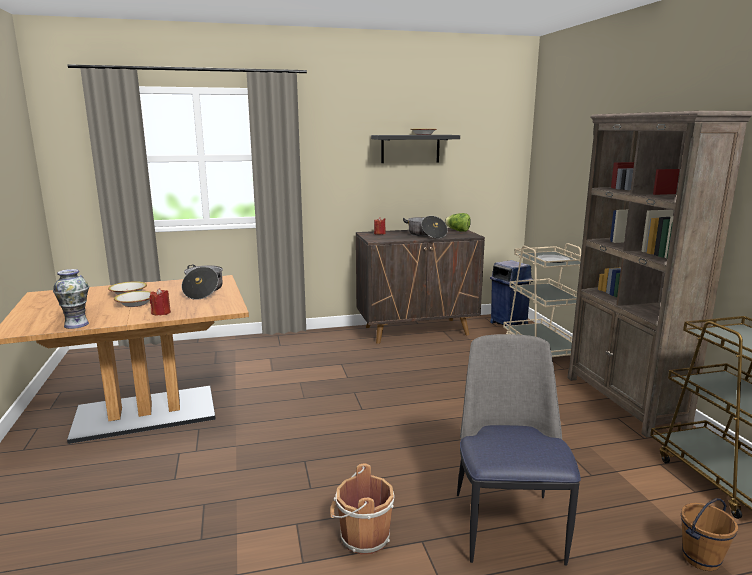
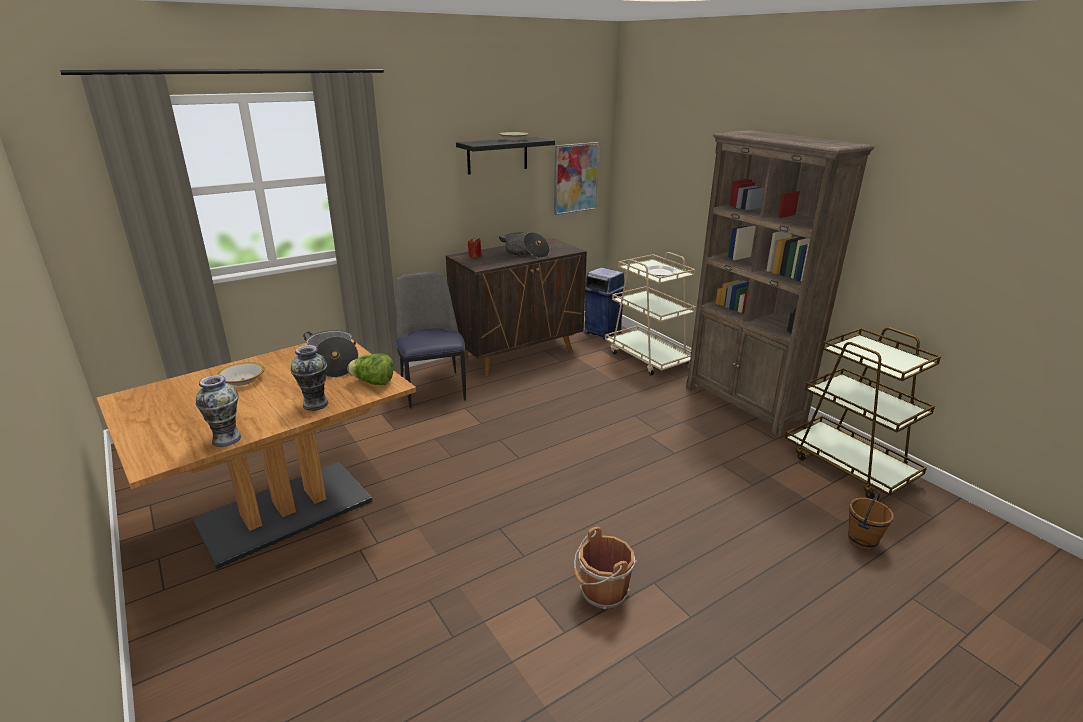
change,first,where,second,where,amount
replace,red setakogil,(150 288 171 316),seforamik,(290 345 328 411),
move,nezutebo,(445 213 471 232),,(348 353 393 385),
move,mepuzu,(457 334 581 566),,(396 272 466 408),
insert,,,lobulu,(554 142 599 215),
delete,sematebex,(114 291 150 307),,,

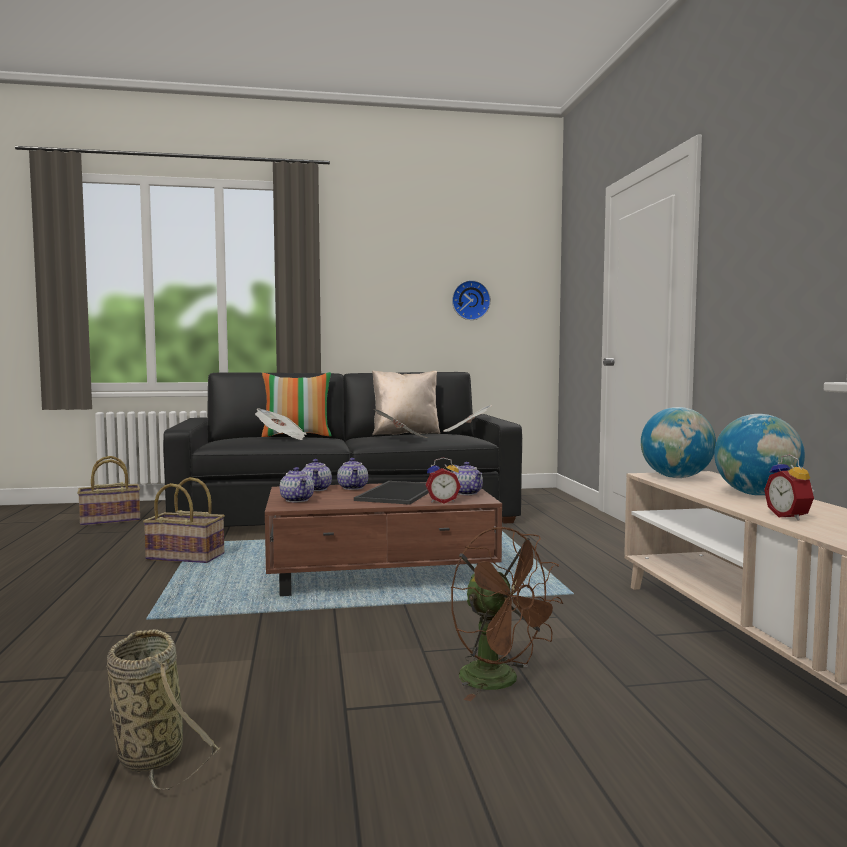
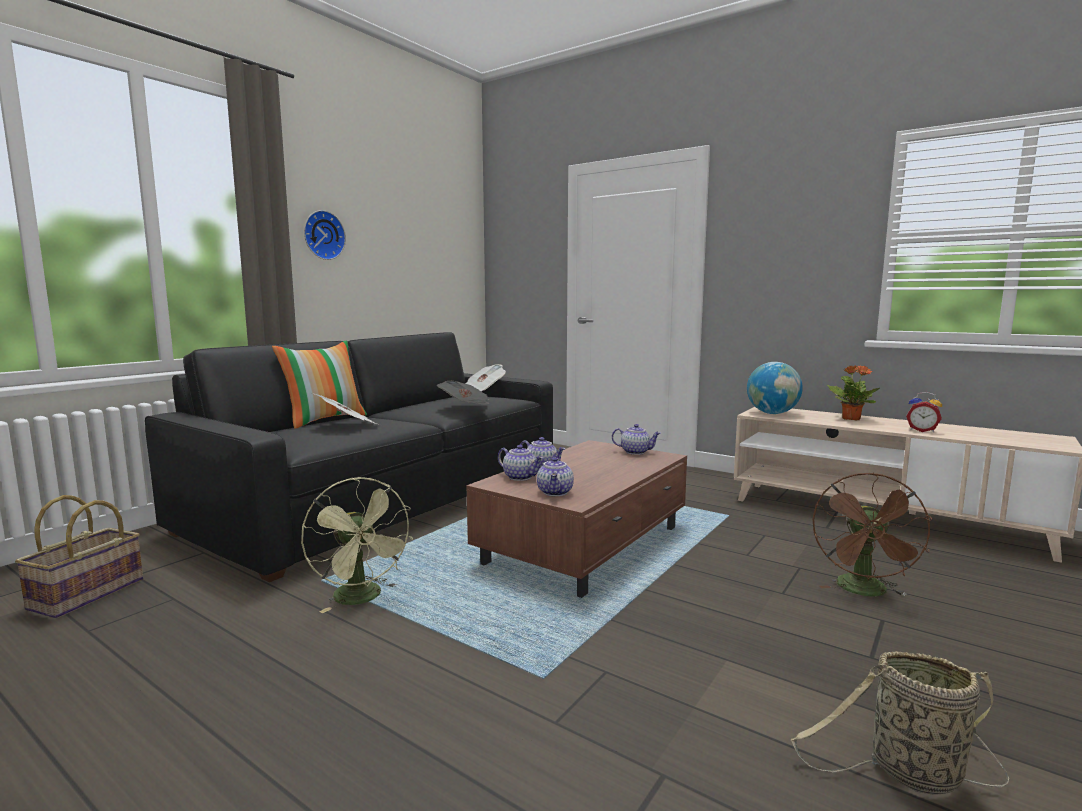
change,first,where,second,where,amount
replace,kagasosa,(143 477 225 563),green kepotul,(301 477 413 613),
move,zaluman,(452 280 491 320),,(304 210 346 260),
rotate,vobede,(280 467 314 502),,(537 457 574 496),75 degrees clockwise
rotate,brown kepotul,(451 527 563 701),,(813 473 932 596),105 degrees clockwise
replace,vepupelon,(714 414 805 496),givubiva,(827 365 880 420),
delete,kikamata,(354 481 429 505),,,
delete,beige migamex,(372 370 440 435),,,
delete,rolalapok,(426 458 461 504),,,

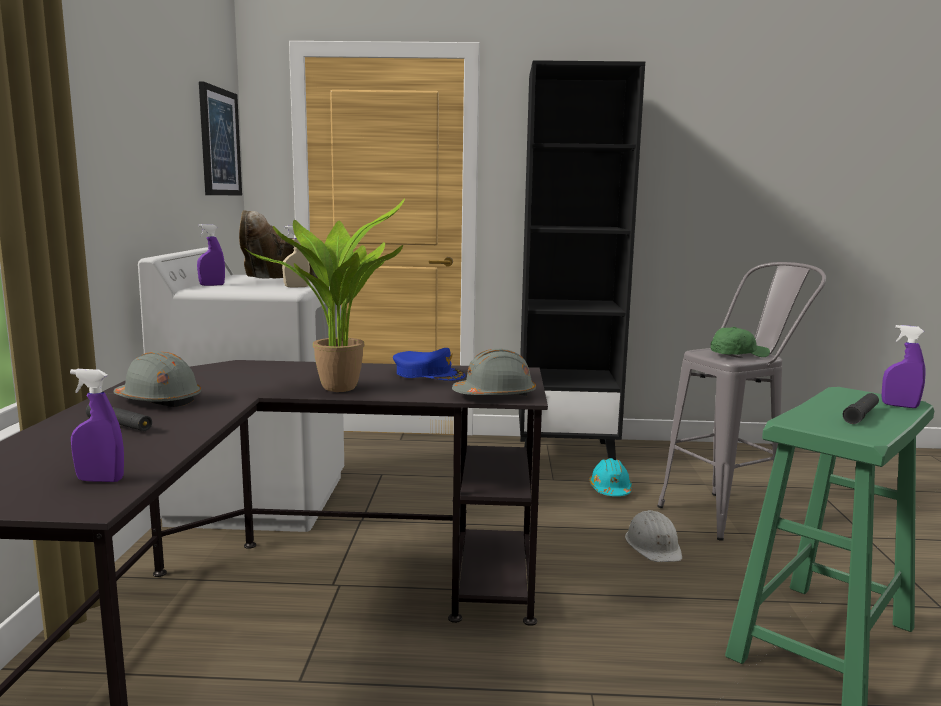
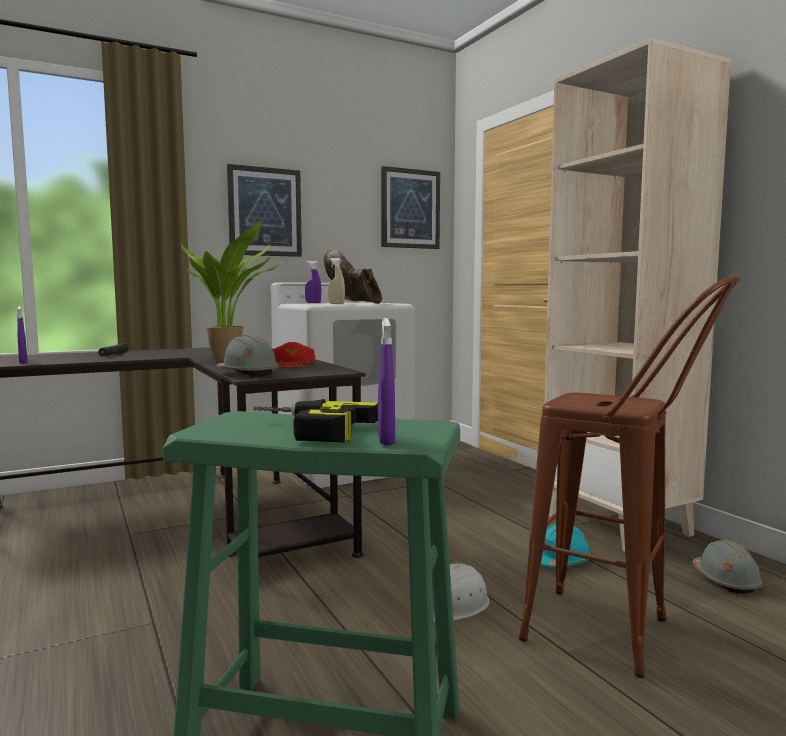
change,first,where,second,where,amount
insert,,,lobulu,(227 164 302 257),
replace,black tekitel,(843 393 879 424),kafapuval,(253 399 378 443),
recolor,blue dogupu,(393 348 465 381),red dogupu,(272 342 315 368),
recolor,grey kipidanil,(657 262 826 541),brown kipidanil,(519 274 741 678),
recolor,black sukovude,(519 60 645 460),beige sukovude,(545 37 731 552),
move,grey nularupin,(114 351 201 407),,(692 540 763 594),
delete,green dogupu,(711 327 770 357),,,

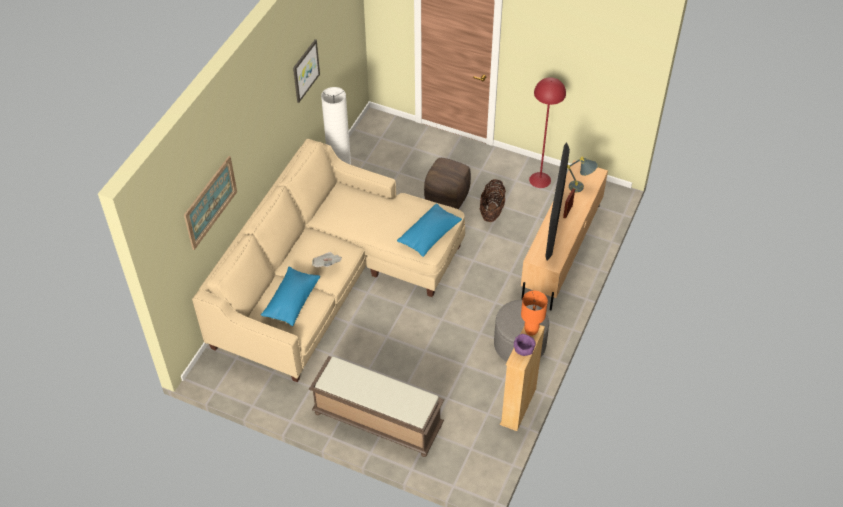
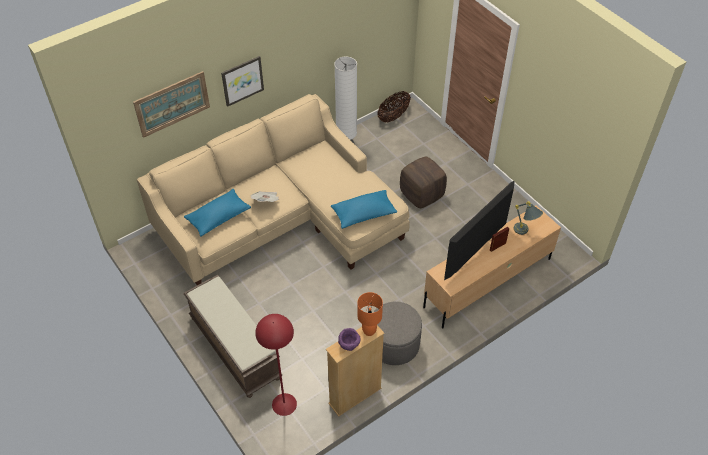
change,first,where,second,where,amount
move,lobulu,(293 39 320 103),,(221 56 264 107),
move,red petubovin,(529 77 566 188),,(255 314 297 416),
move,kagasosa,(479 179 506 222),,(377 91 411 122),

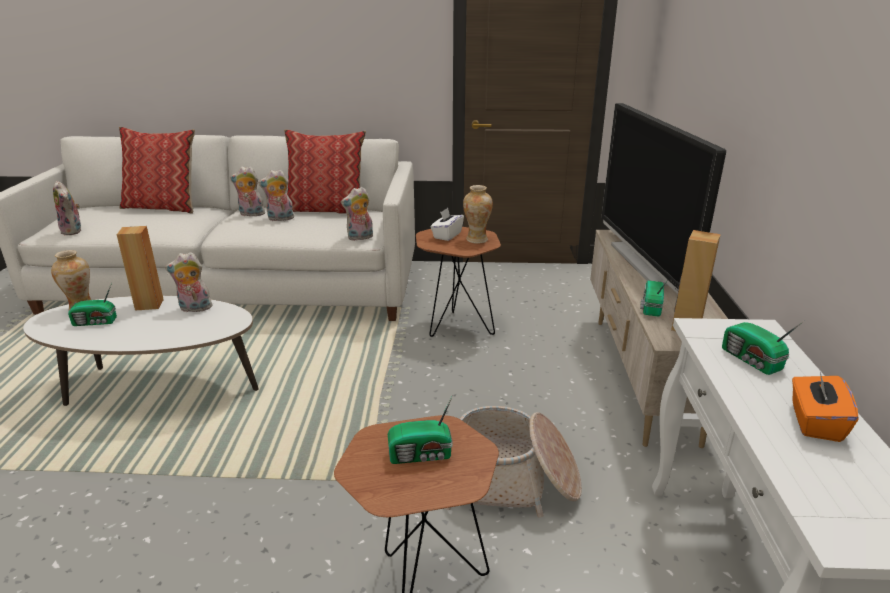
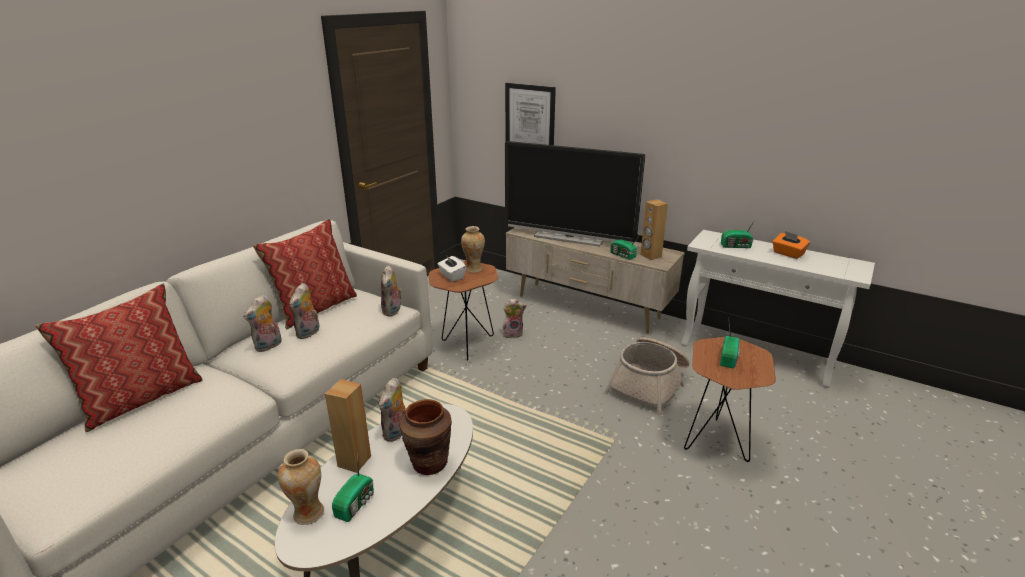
change,first,where,second,where,amount
insert,,,brown seforamik,(400 399 452 475),
move,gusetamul,(53 181 81 235),,(502 298 527 338),
insert,,,lobulu,(505 83 556 145),

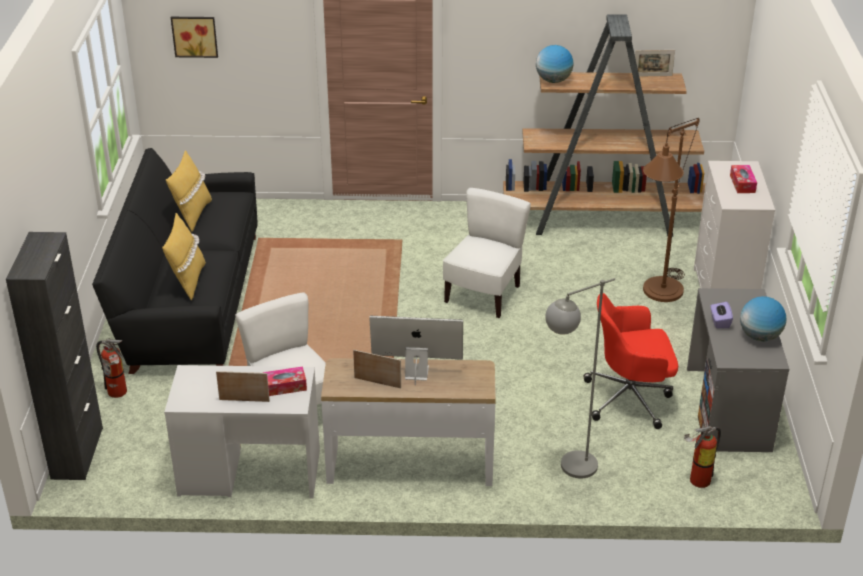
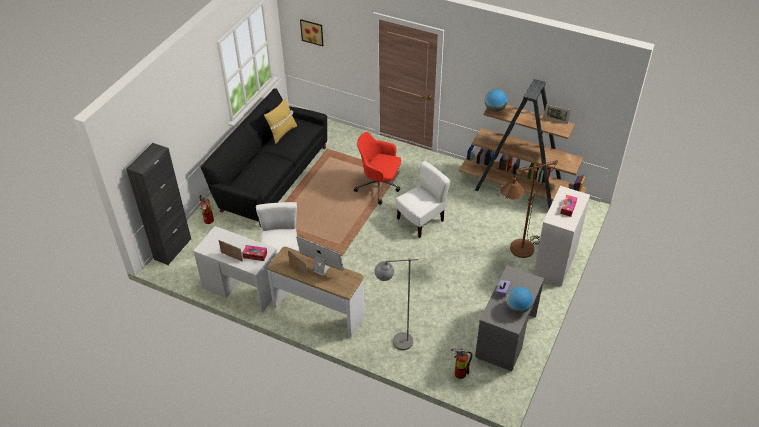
change,first,where,second,where,amount
move,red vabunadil,(583 293 678 429),,(354 132 401 205),
delete,yellow migamex,(162 213 206 301),,,

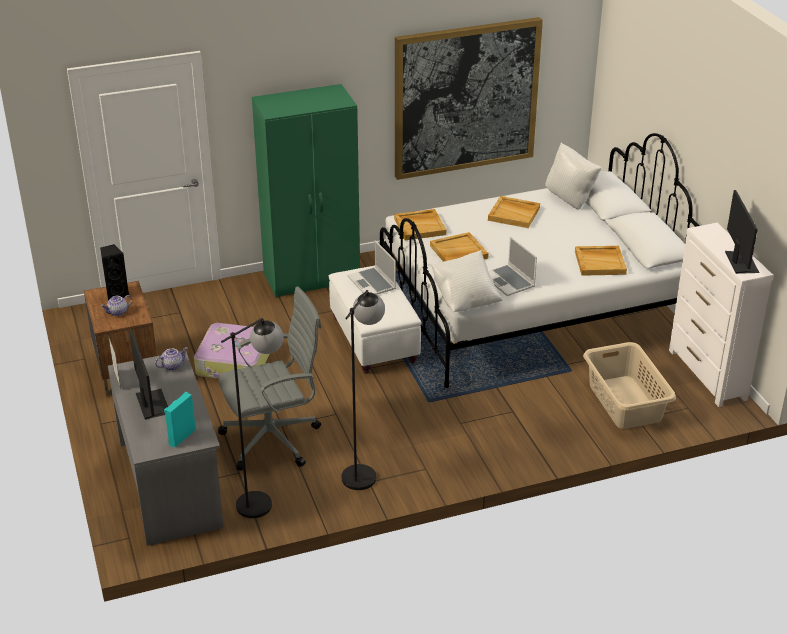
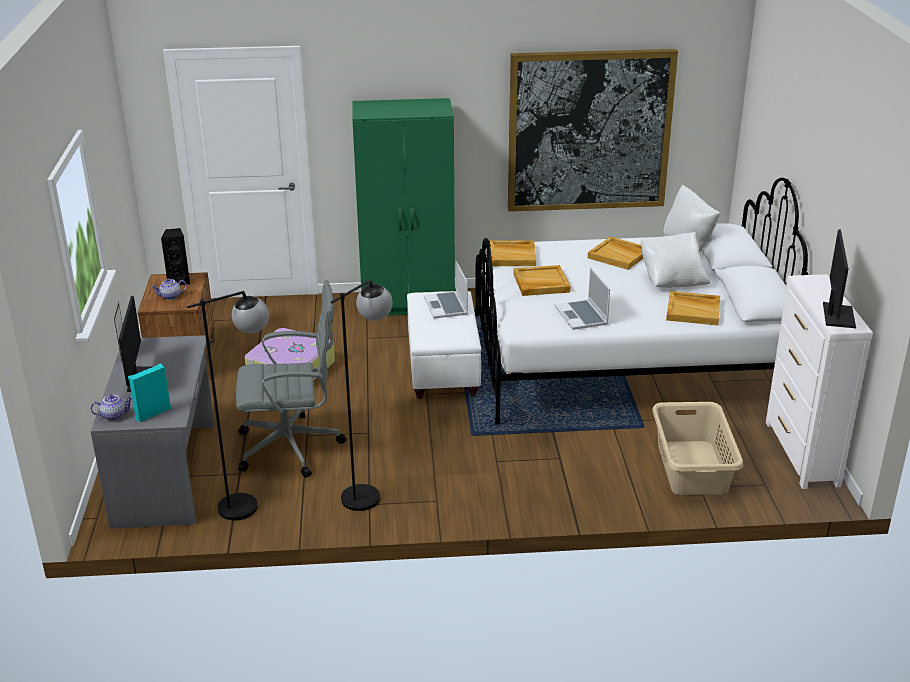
change,first,where,second,where,amount
move,vobede,(155 347 188 370),,(90 395 132 421),
move,white migamex,(432 250 502 312),,(641 232 710 288),

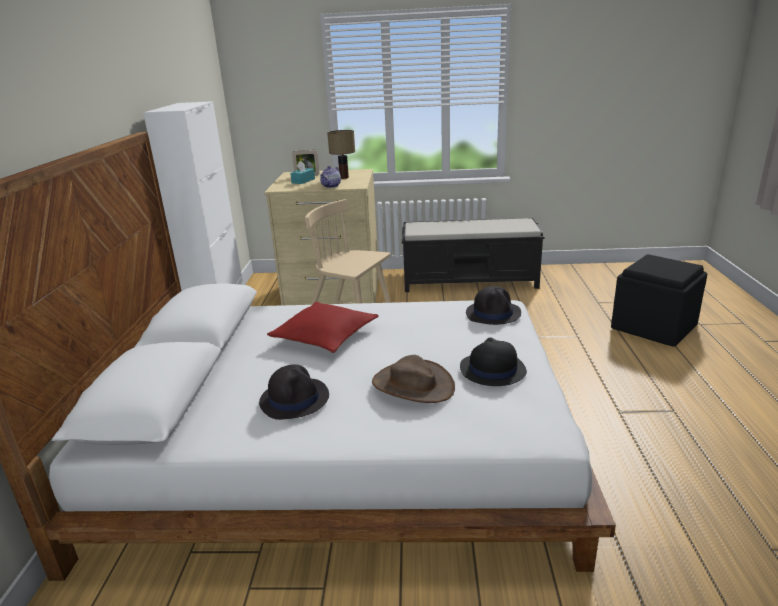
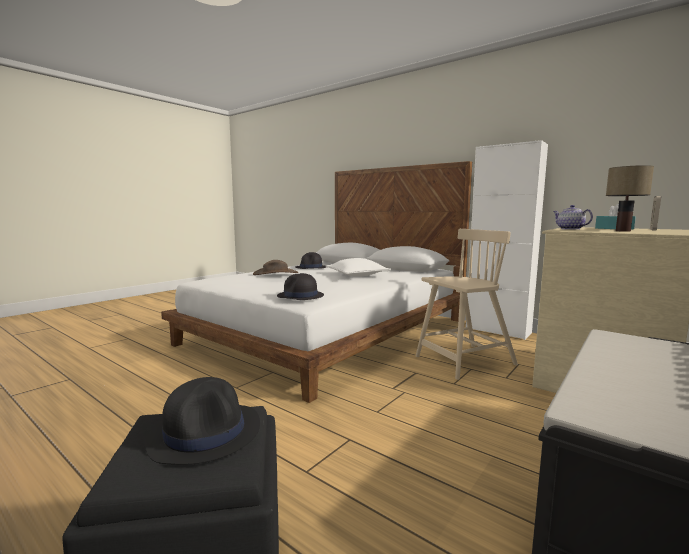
change,first,where,second,where,amount
move,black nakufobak,(460 337 527 386),,(145 377 260 465),
recolor,red migamex,(267 302 379 353),white migamex,(326 258 391 277),

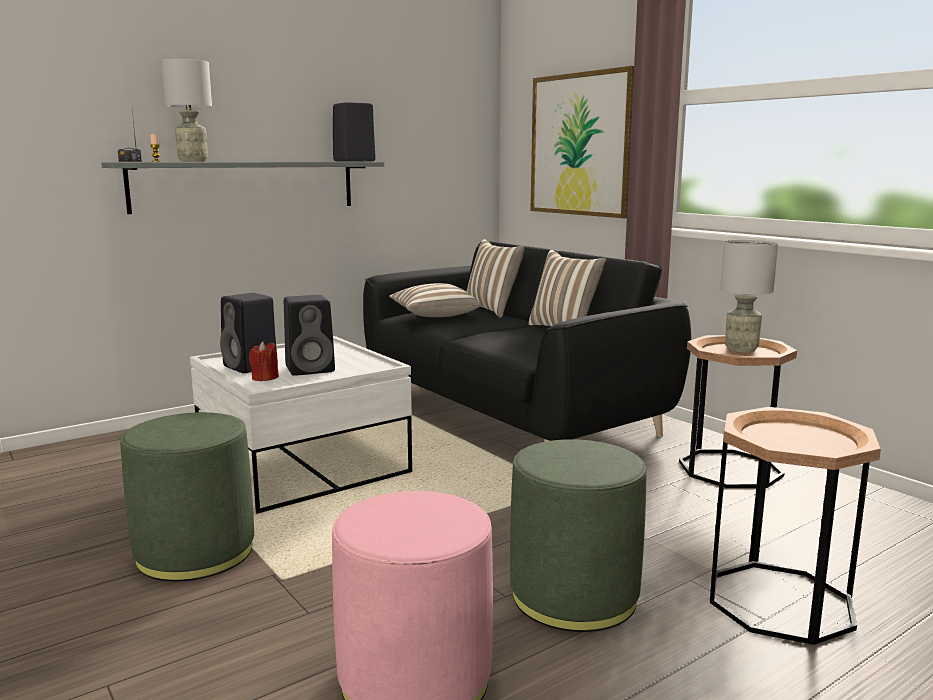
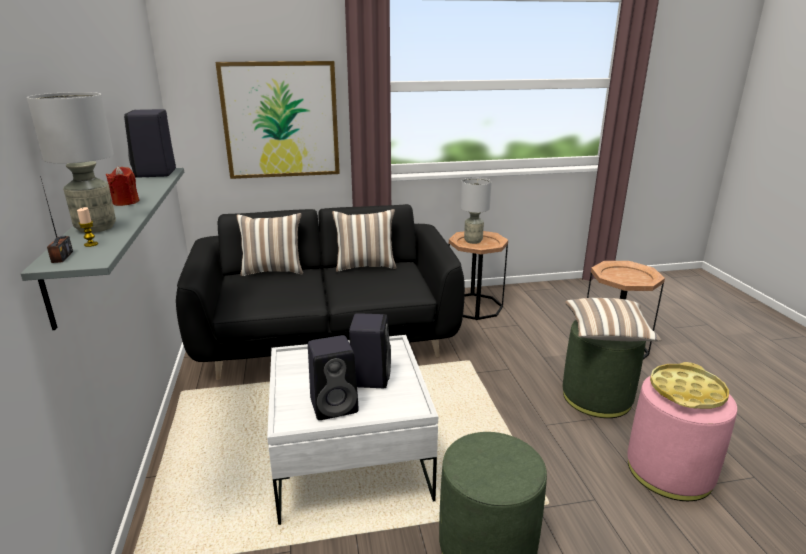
change,first,where,second,where,amount
move,red setakogil,(249 341 279 381),,(106 166 139 206),
move,migamex,(389 283 481 317),,(565 298 661 341),
insert,,,yellow kikamata,(650 362 729 409),

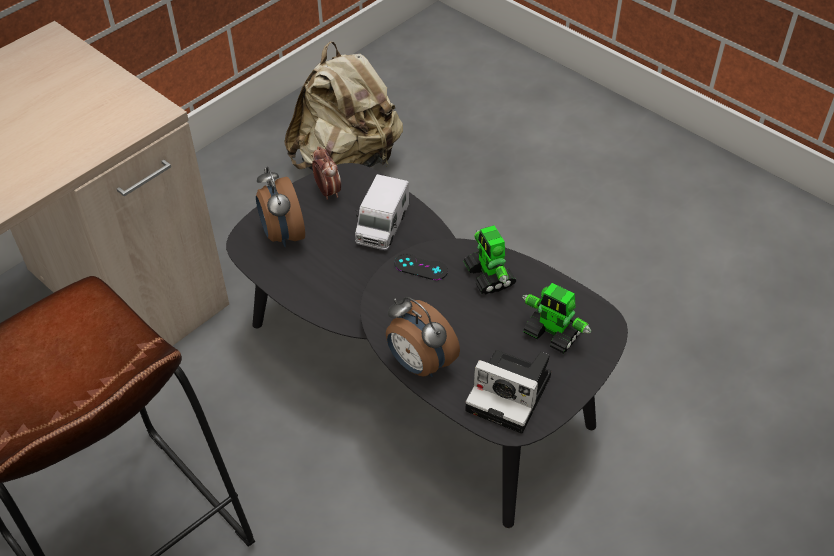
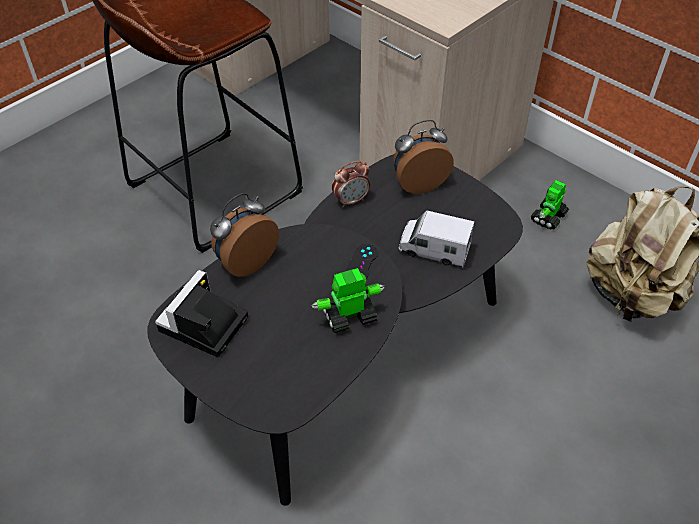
change,first,where,second,where,amount
move,rolalapok,(312 146 341 200),,(332 161 370 208),
move,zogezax,(522 283 591 354),,(530 180 569 229),

